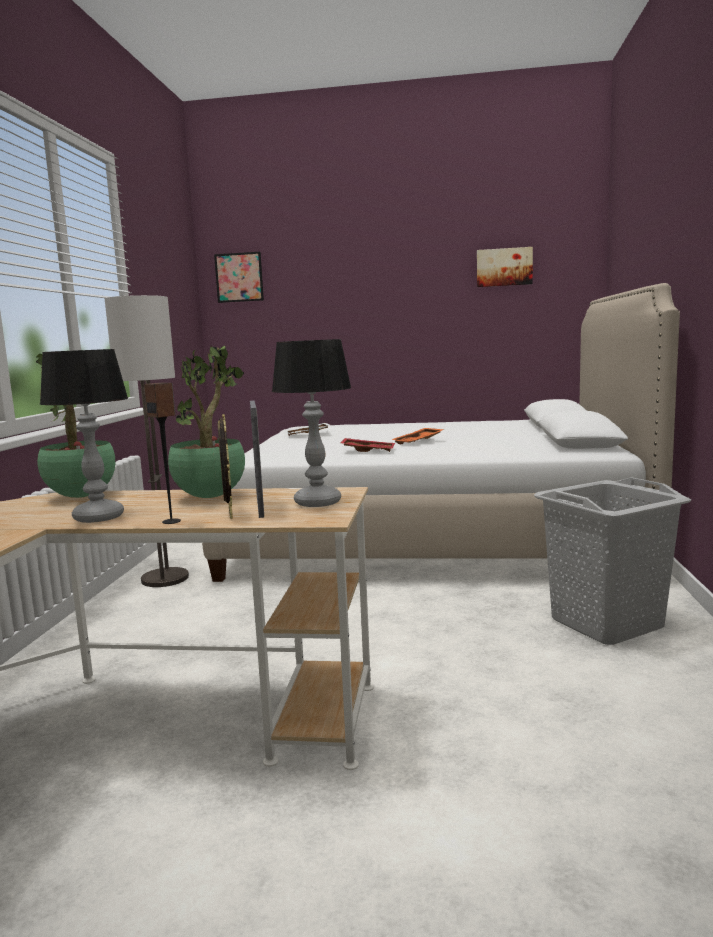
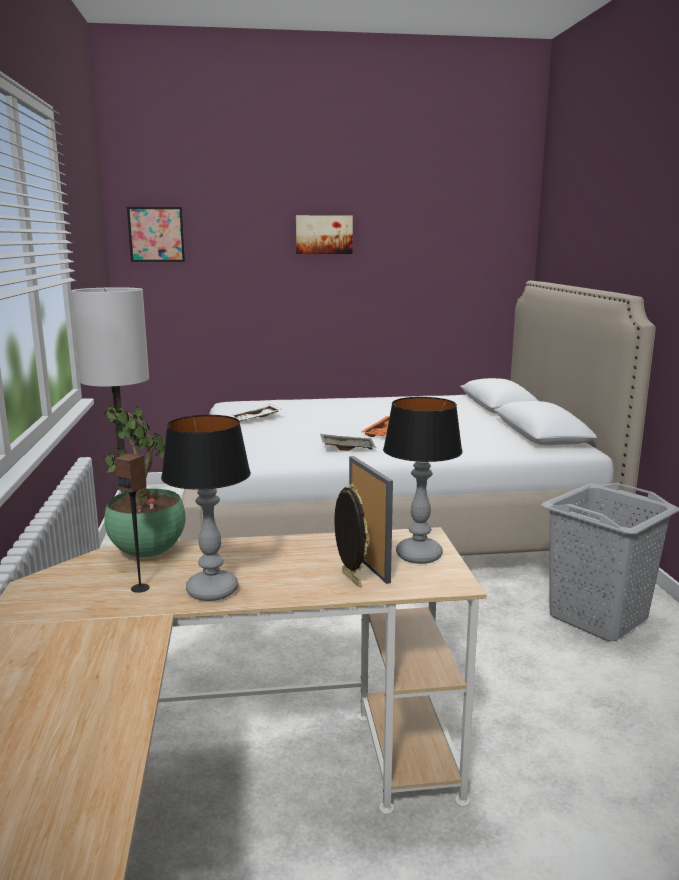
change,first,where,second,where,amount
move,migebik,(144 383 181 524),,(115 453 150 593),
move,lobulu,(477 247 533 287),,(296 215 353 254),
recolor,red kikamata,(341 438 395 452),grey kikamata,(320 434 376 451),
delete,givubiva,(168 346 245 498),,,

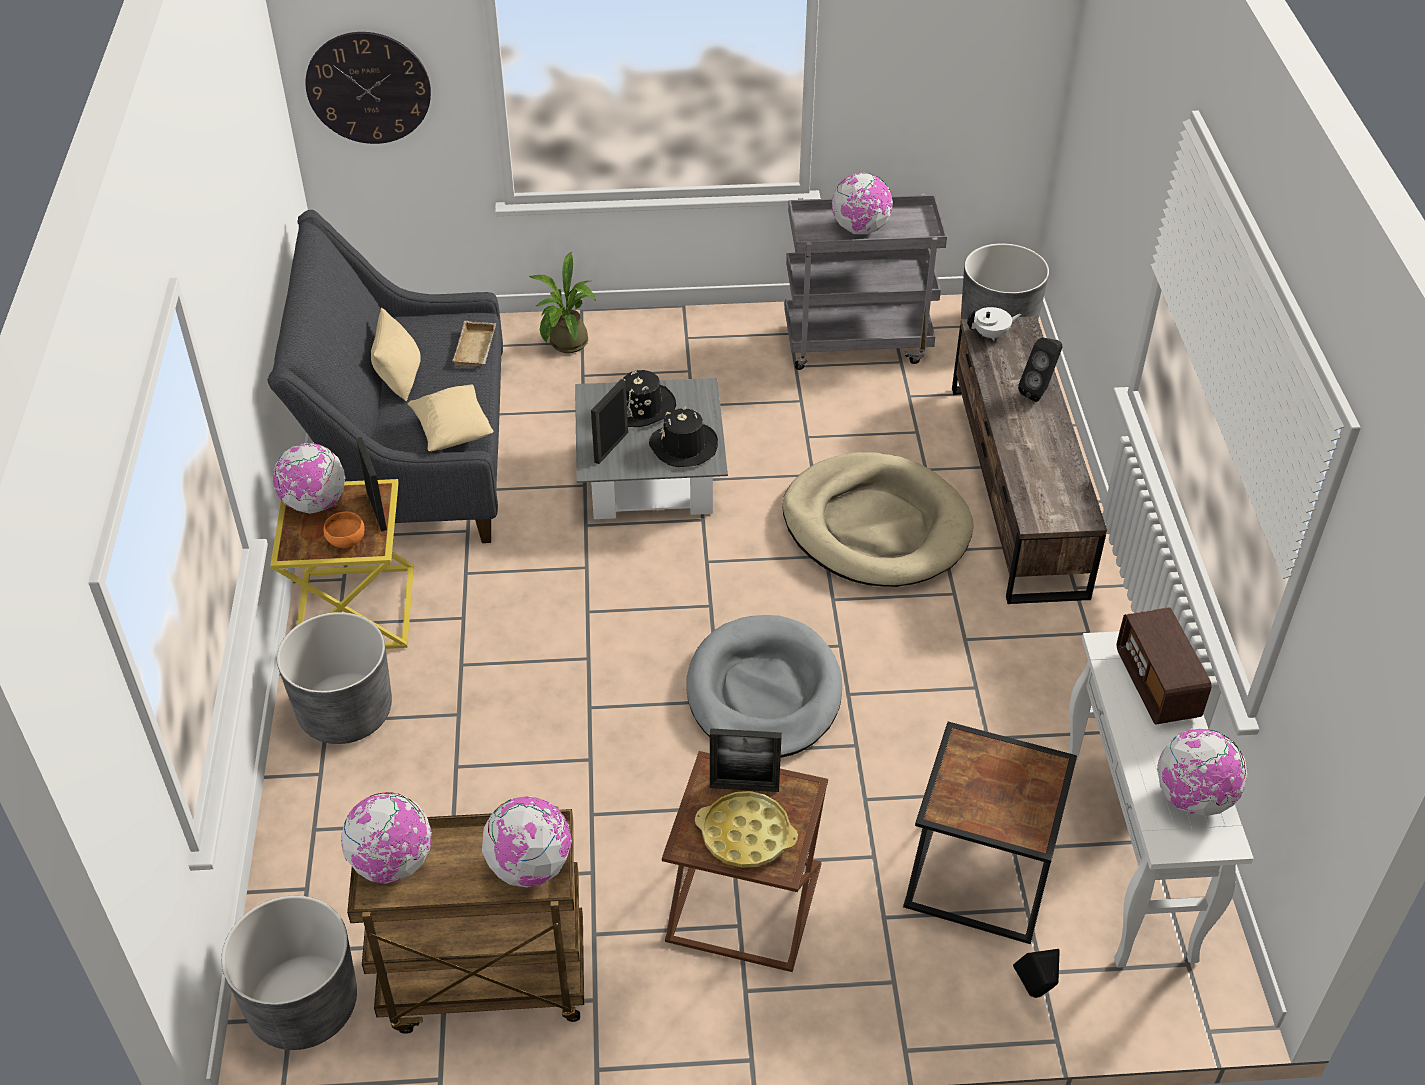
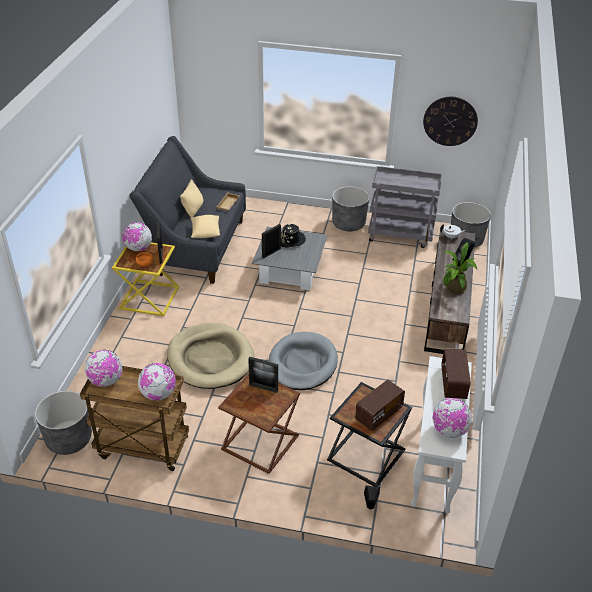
change,first,where,second,where,amount
move,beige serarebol,(782 452 974 587),,(168 323 255 389),
move,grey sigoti,(277 612 392 744),,(332 186 369 232),
insert,,,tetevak,(355 380 405 431),
move,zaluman,(305 32 431 144),,(423 97 478 146),
move,givubiva,(530 252 596 353),,(443 242 477 294),
delete,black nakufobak,(649 406 718 467),,,
delete,yellow kikamata,(695 791 798 868),,,
delete,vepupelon,(832 173 893 234),,,

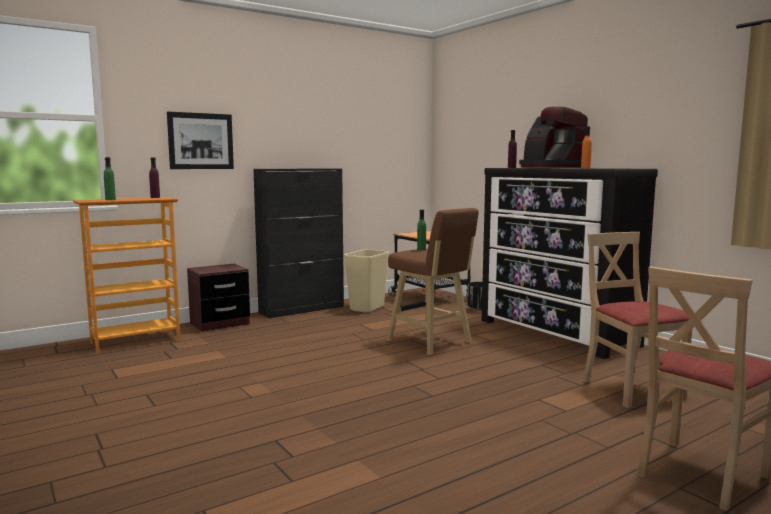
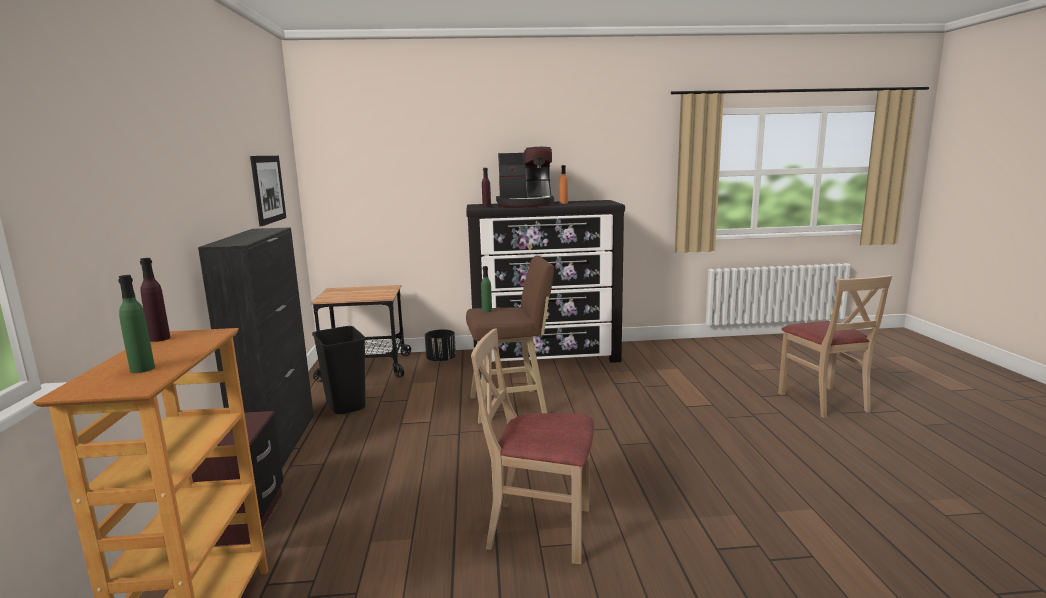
change,first,where,second,where,amount
move,lobulu,(167 111 234 169),,(250 156 286 226),
recolor,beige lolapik,(344 250 389 313),black lolapik,(312 326 366 415),
move,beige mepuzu,(583 232 692 408),,(471 329 594 564),

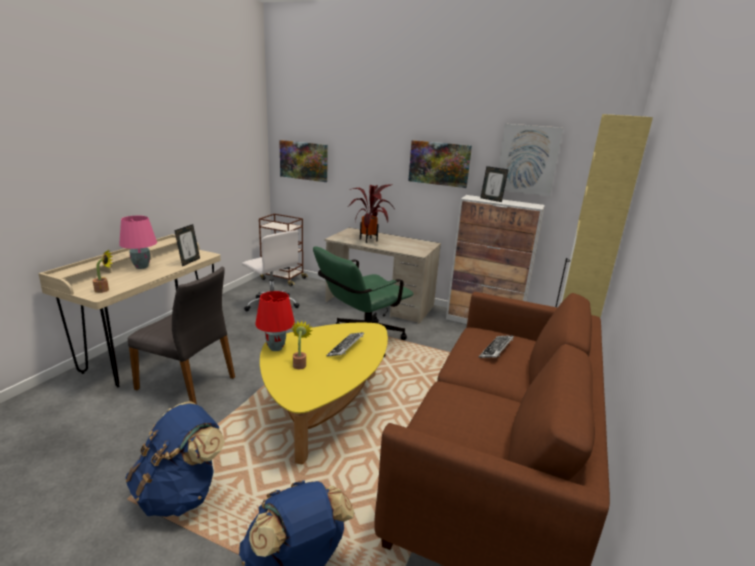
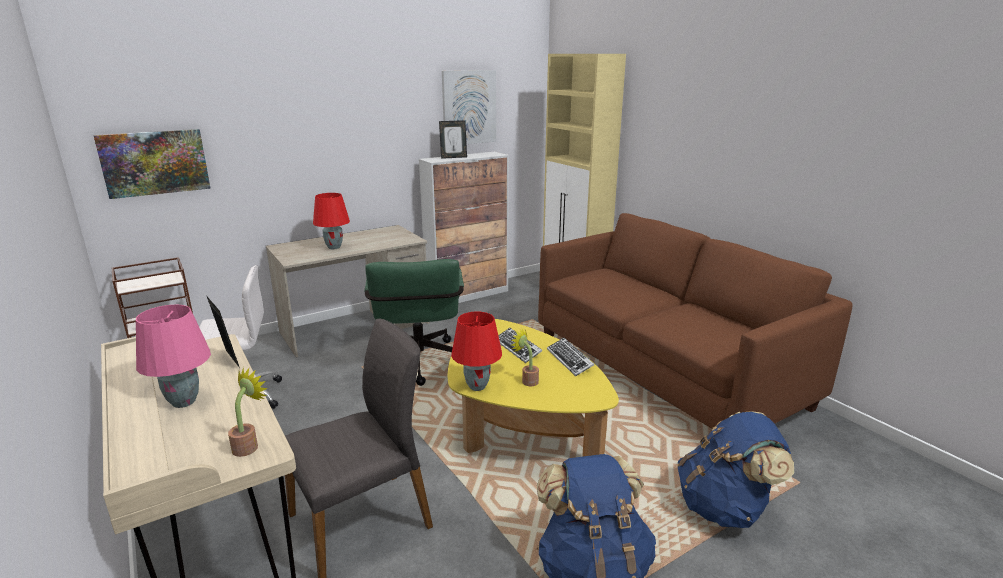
change,first,where,second,where,amount
replace,givubiva,(348 185 395 243),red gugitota,(313 193 350 249),
move,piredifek,(478 335 514 358),,(547 338 594 377),
delete,lobulu,(408 140 472 188),,,

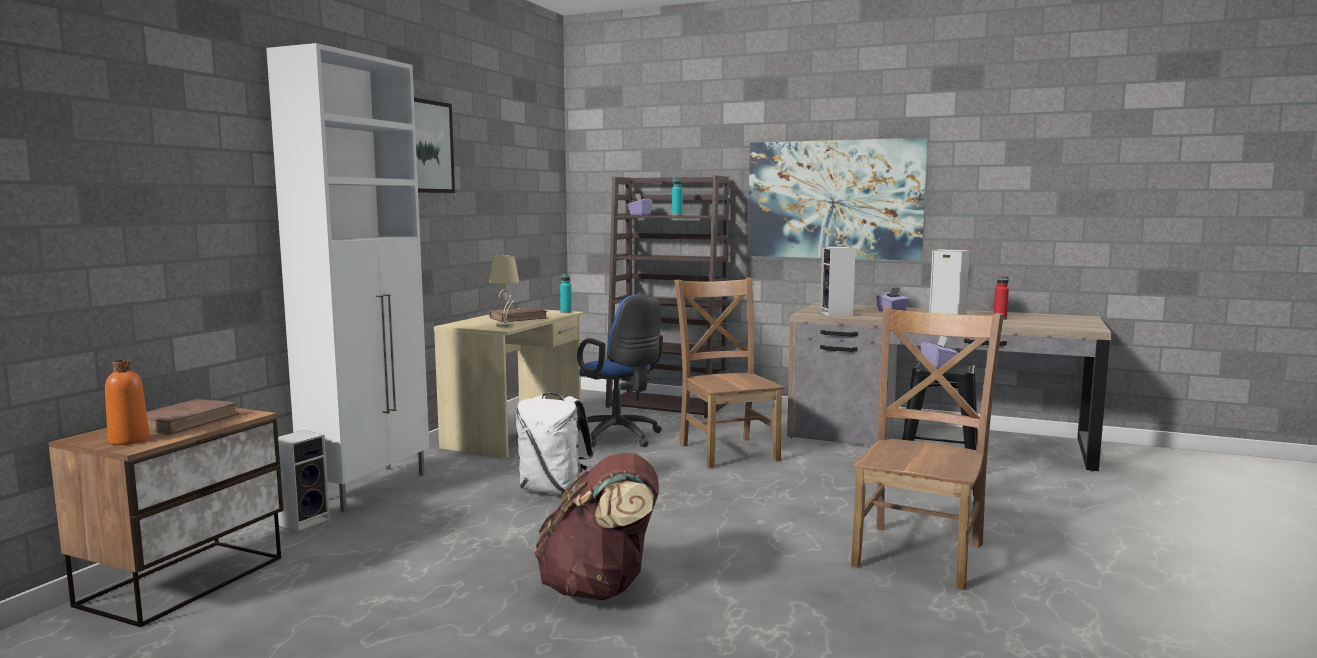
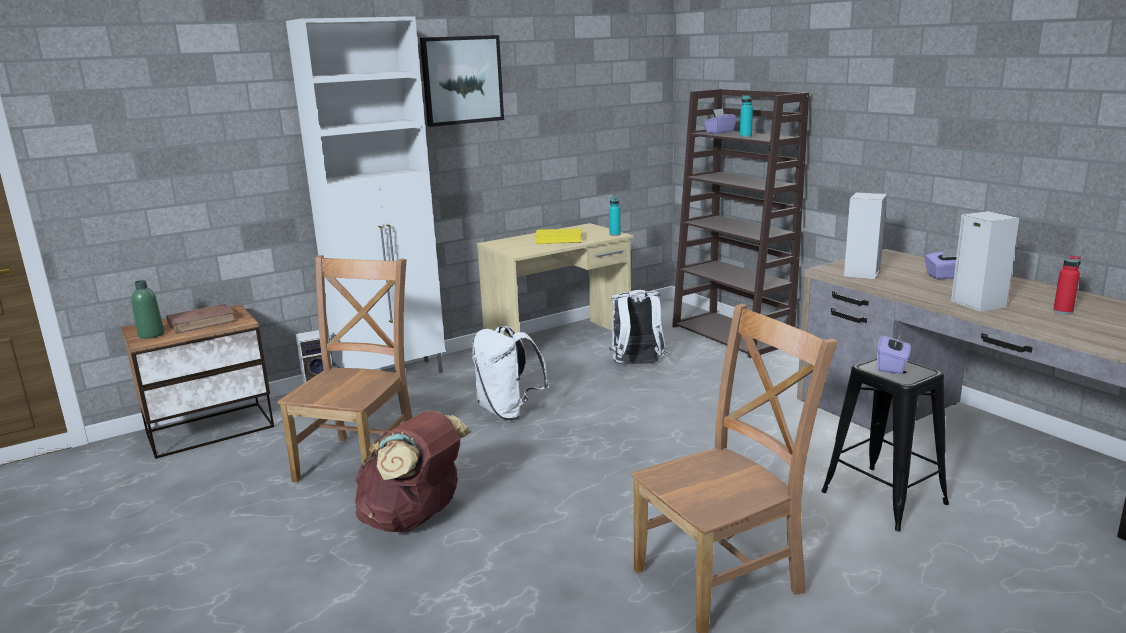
change,first,where,second,where,amount
recolor,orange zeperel,(105 360 150 445),green zeperel,(132 280 164 339),
move,brown mepuzu,(674 277 784 468),,(277 255 413 482),
recolor,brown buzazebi,(489 307 549 322),yellow buzazebi,(535 228 582 244),
replace,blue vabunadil,(577 294 663 447),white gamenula,(609 290 667 365),
delete,beige gugitota,(489 256 519 327),,,
delete,lobulu,(748 138 928 261),,,

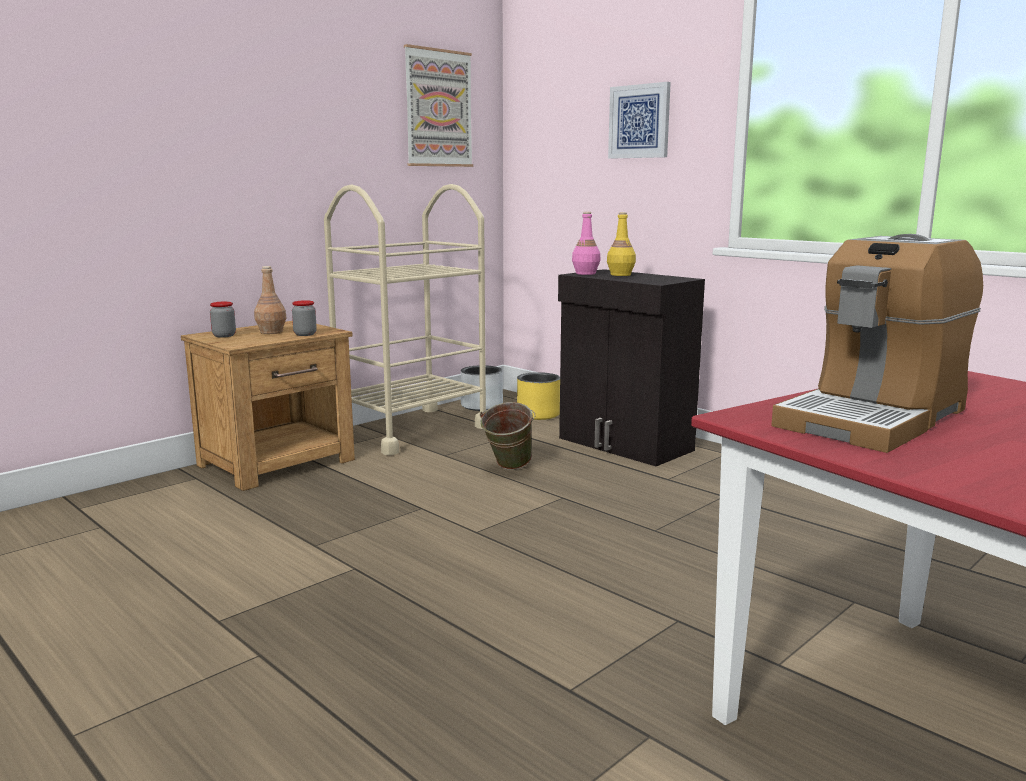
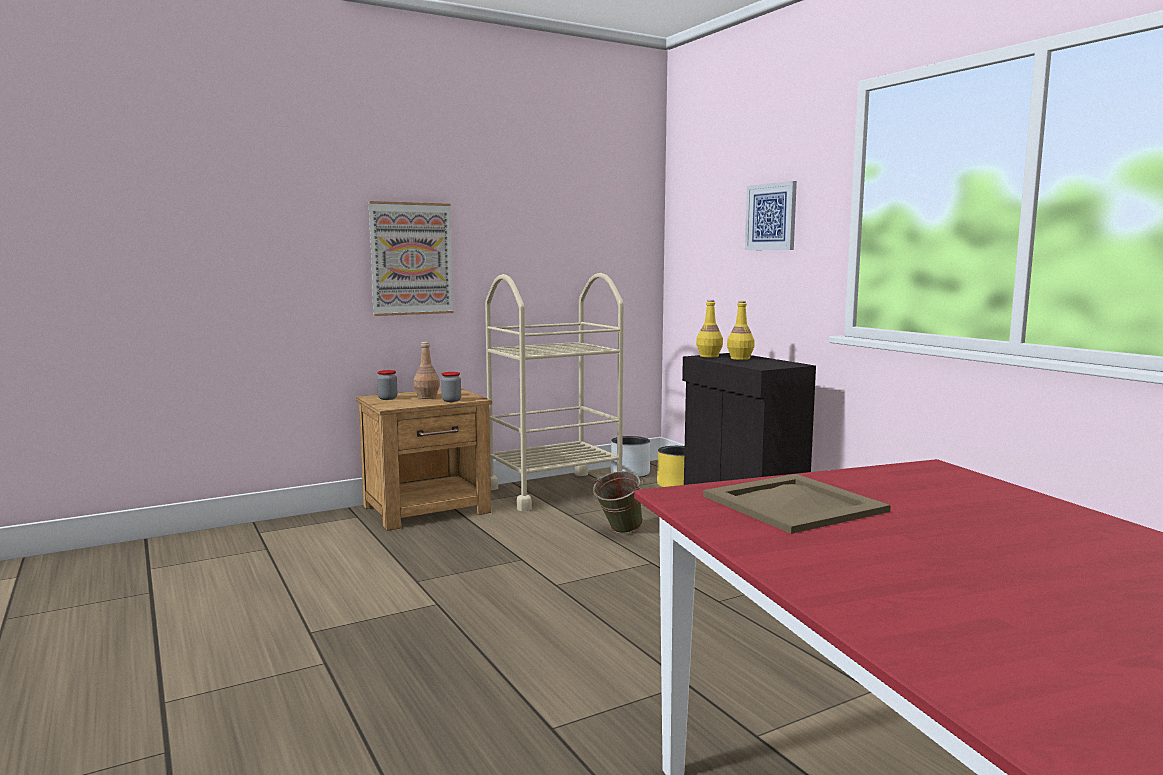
change,first,where,second,where,amount
move,lobulu,(404 44 473 167),,(368 201 453 316),
recolor,pink zeperel,(572 212 600 275),yellow zeperel,(696 300 723 358),
replace,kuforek,(771 234 983 453),beige kikamata,(703 474 891 534),

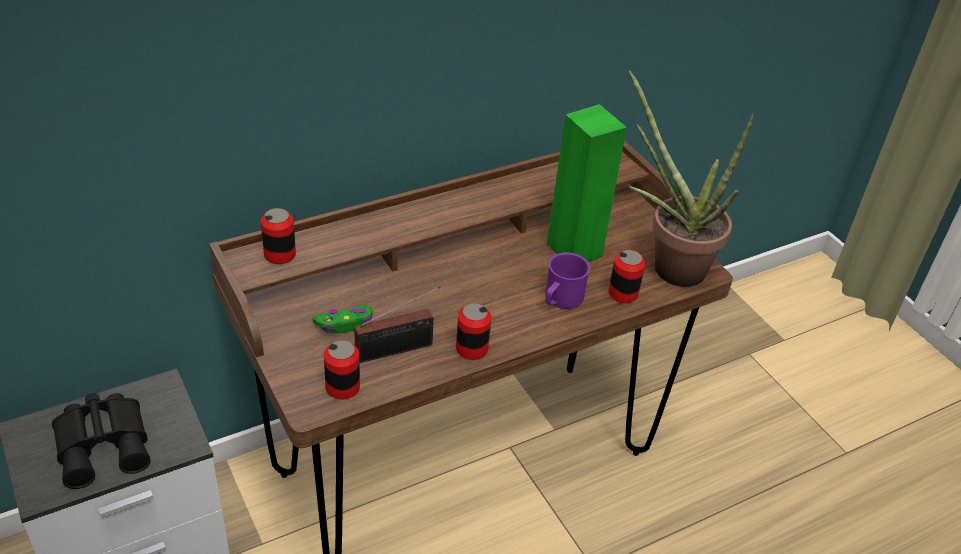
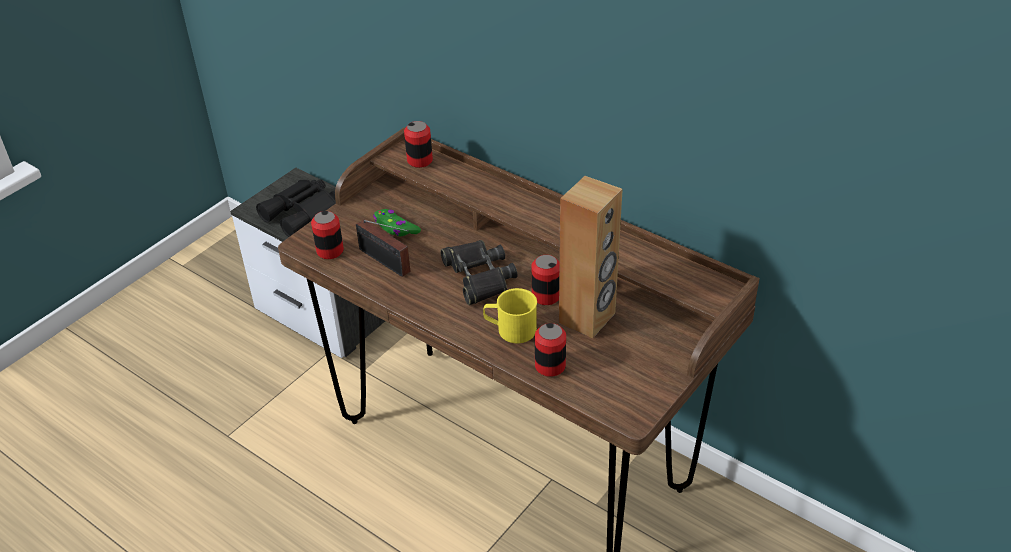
change,first,where,second,where,amount
insert,,,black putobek,(440 240 517 305),
recolor,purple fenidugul,(545 253 590 309),yellow fenidugul,(483 288 537 343),
move,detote,(456 303 491 360),,(532 255 559 305),
recolor,green migebik,(547 104 627 262),brown migebik,(559 176 623 338),
delete,givubiva,(628 71 755 287),,,

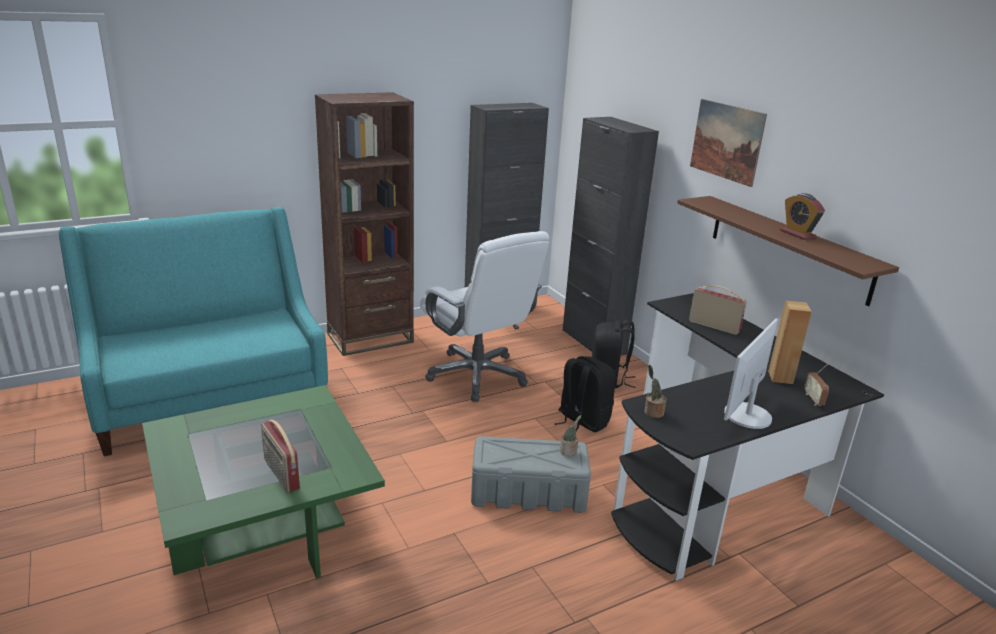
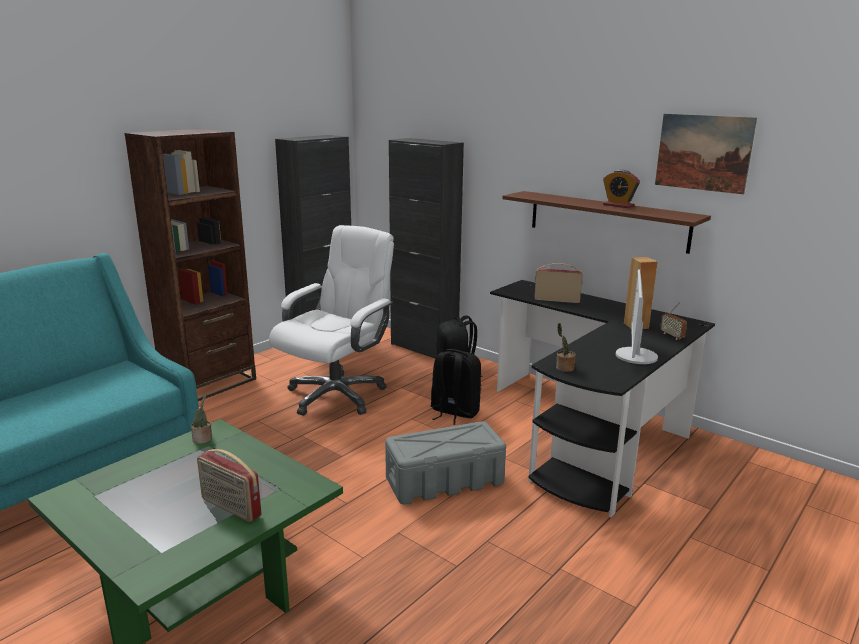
change,first,where,second,where,amount
move,givubiva,(560 415 581 456),,(191 394 212 444),
rotate,white vabunadil,(420 231 549 402),,(269 225 394 416),90 degrees counterclockwise
move,lobulu,(690 99 767 187),,(655 114 757 194),

